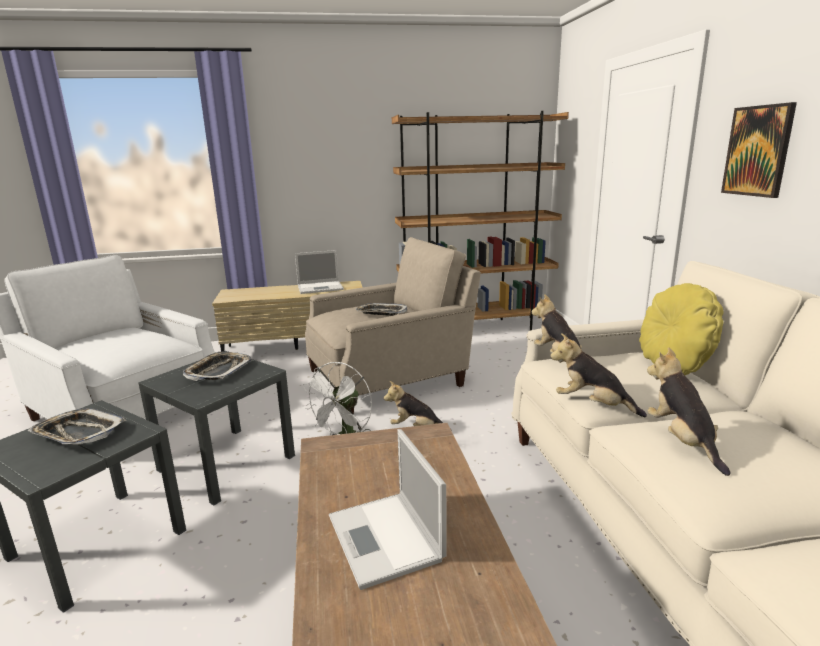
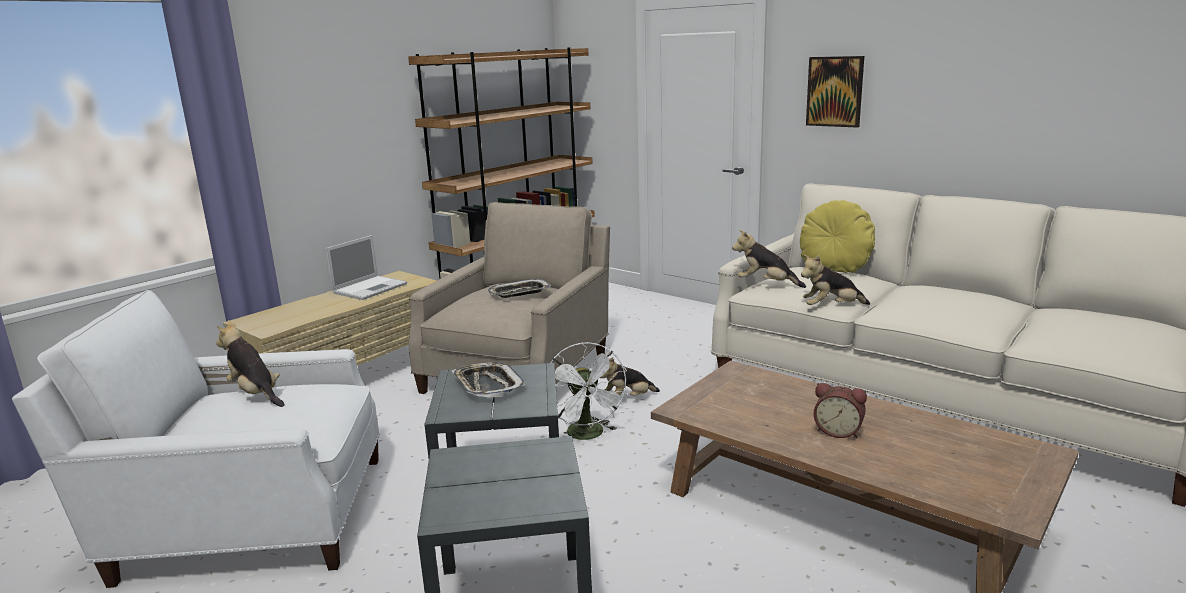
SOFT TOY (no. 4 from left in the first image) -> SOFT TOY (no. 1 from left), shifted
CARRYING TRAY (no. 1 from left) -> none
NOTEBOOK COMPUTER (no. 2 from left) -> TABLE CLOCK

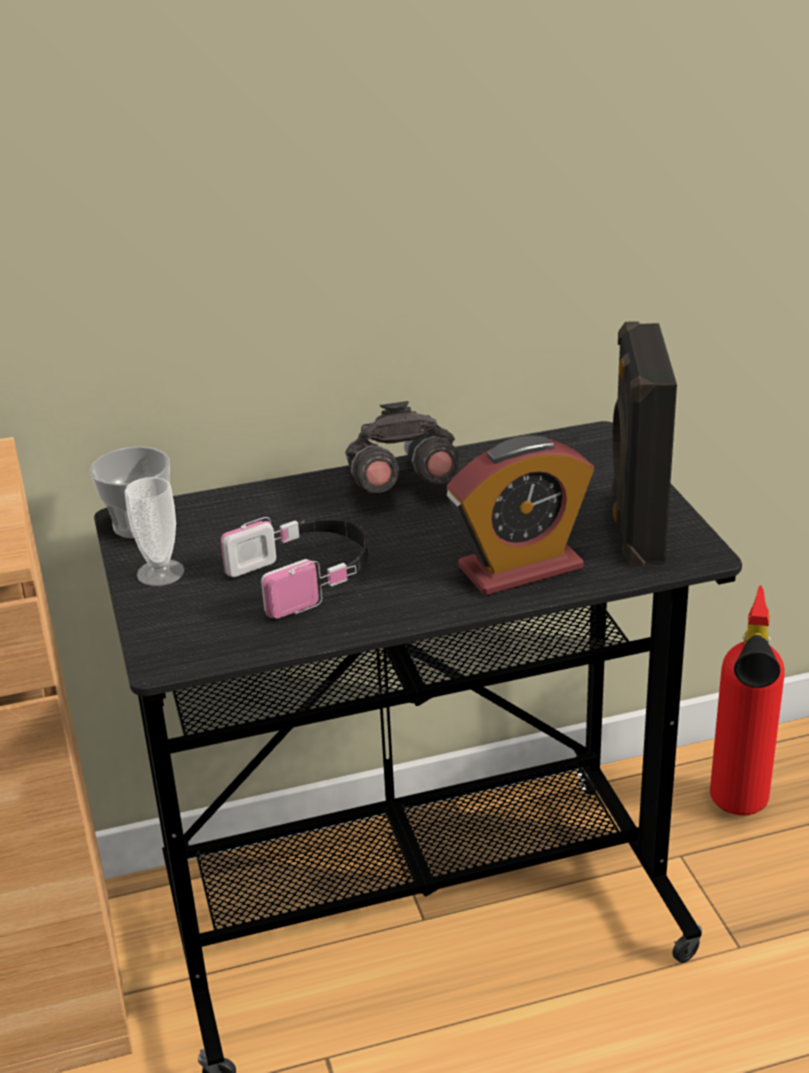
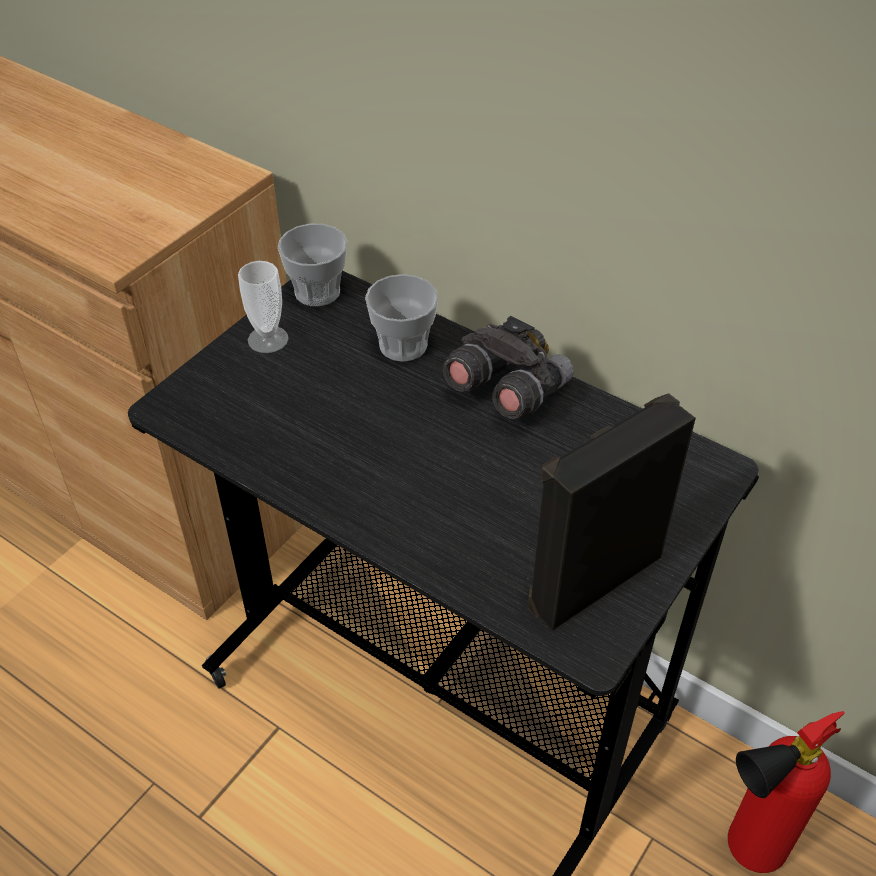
TABLE CLOCK -> none
HEADPHONES -> none
none -> SMALL CUP (no. 3 from left)

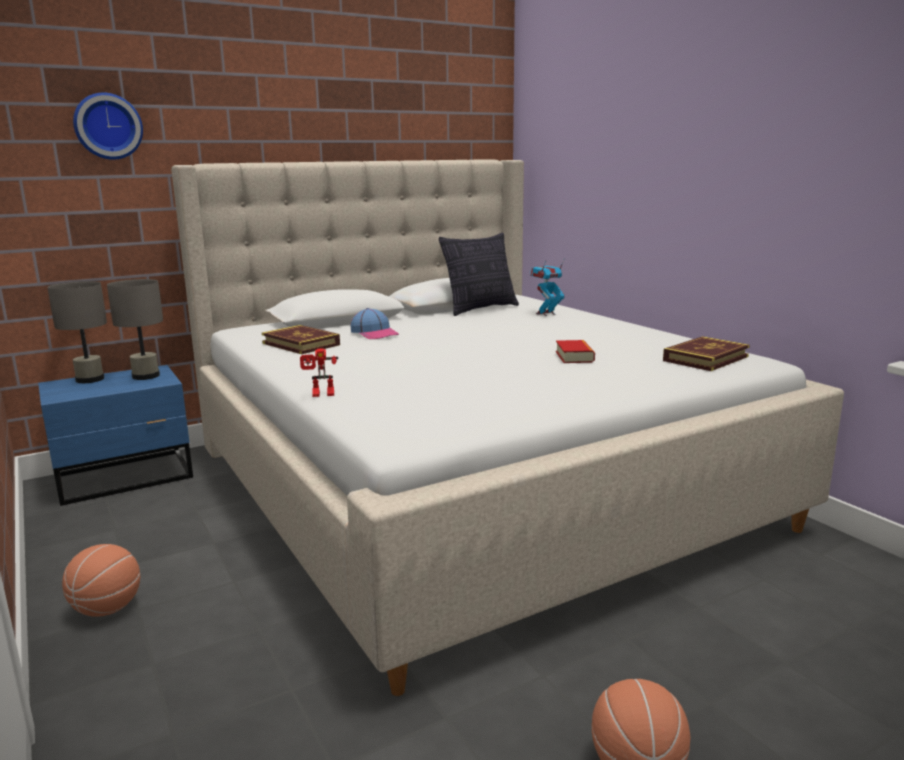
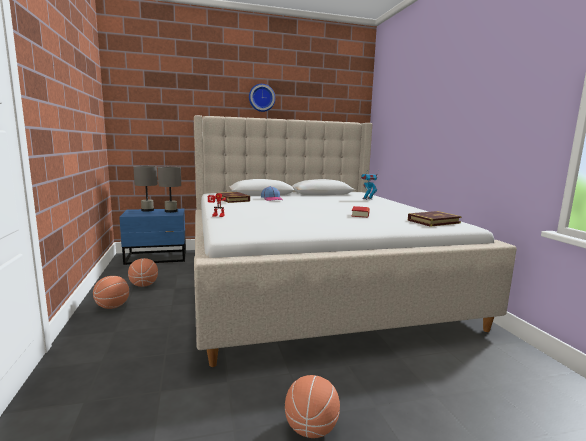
WALL CLOCK, shifted
THROW PILLOW -> none
none -> BALL FOR BASKETBALL (no. 2 from left)

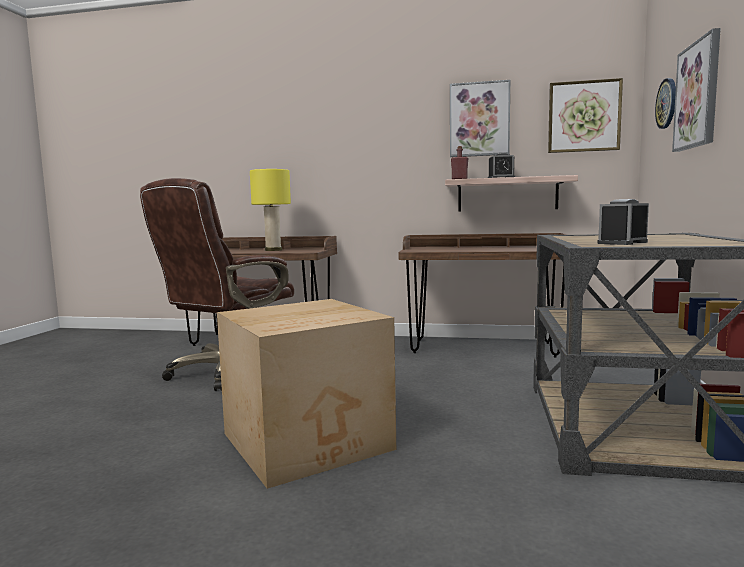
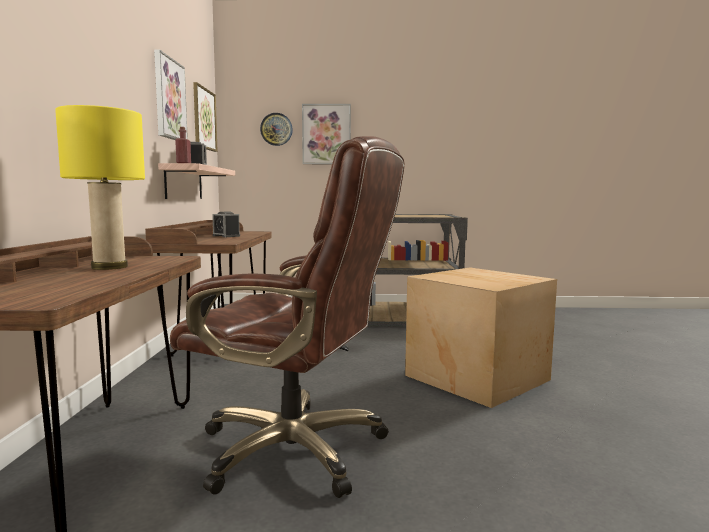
TABLE CLOCK (no. 2 from left), shifted

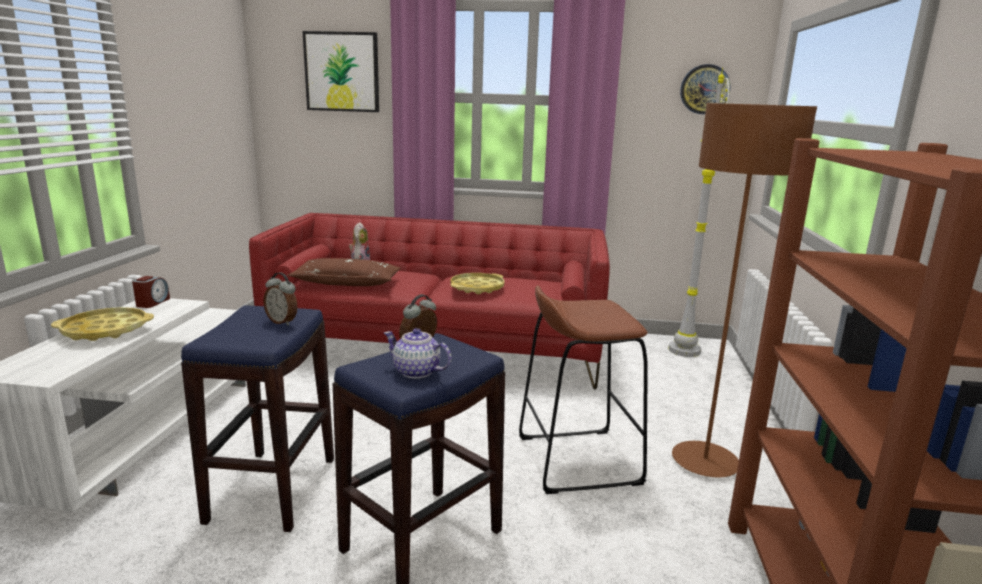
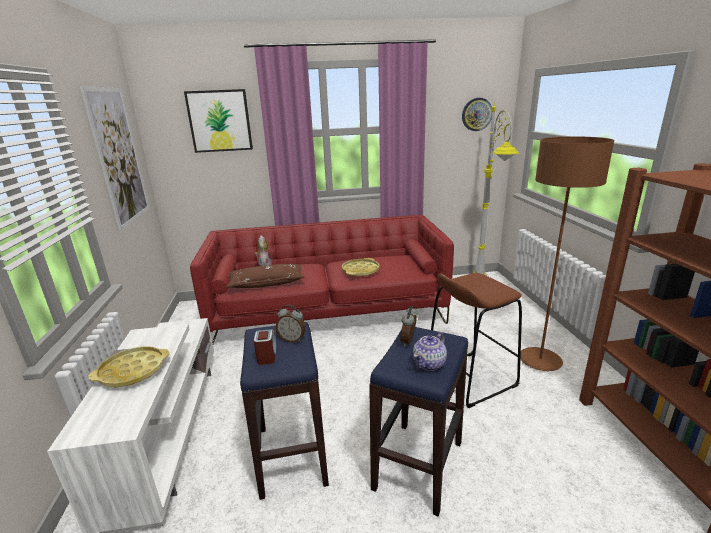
TABLE CLOCK (no. 1 from left), shifted
TEA POT, 60 degrees counterclockwise
none -> WALL PICTURE (no. 1 from left)

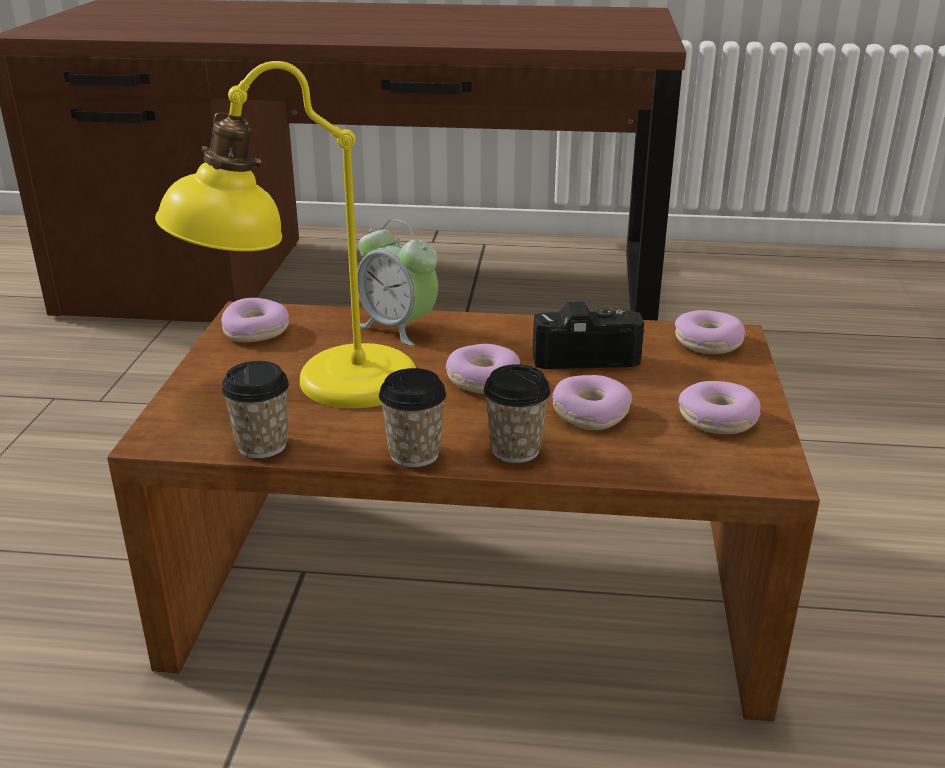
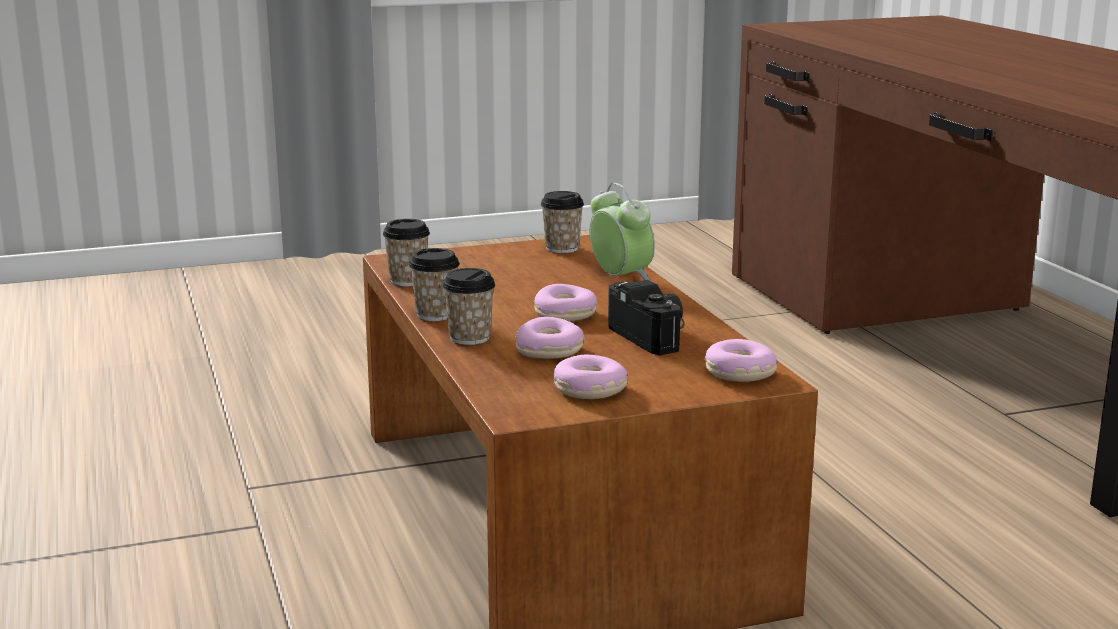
YELLOWISH TABLE LAMP -> none
TABLE CLOCK, 135 degrees clockwise
RING DOUGHNUT (no. 1 from left) -> SMALL CUP (no. 4 from left)

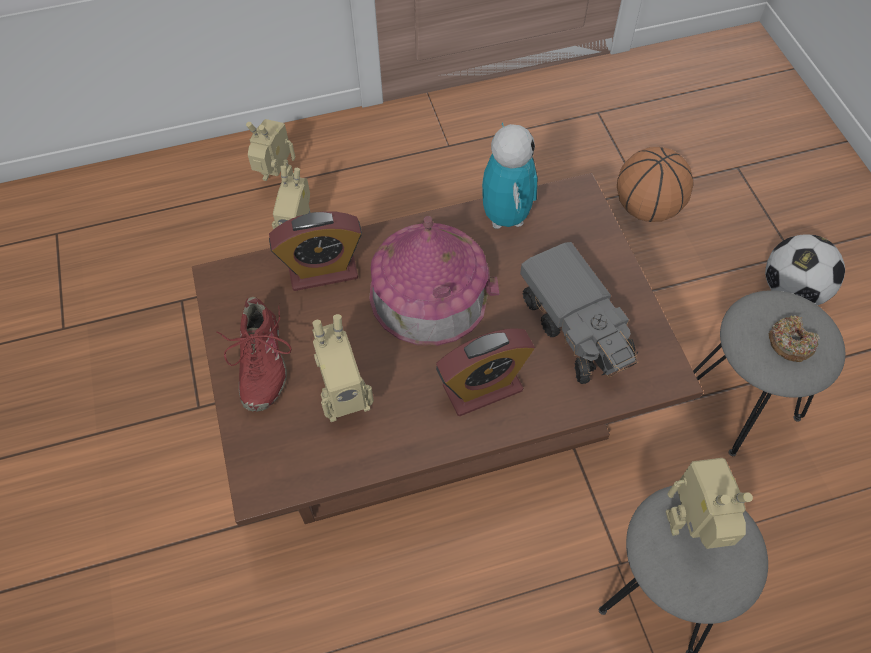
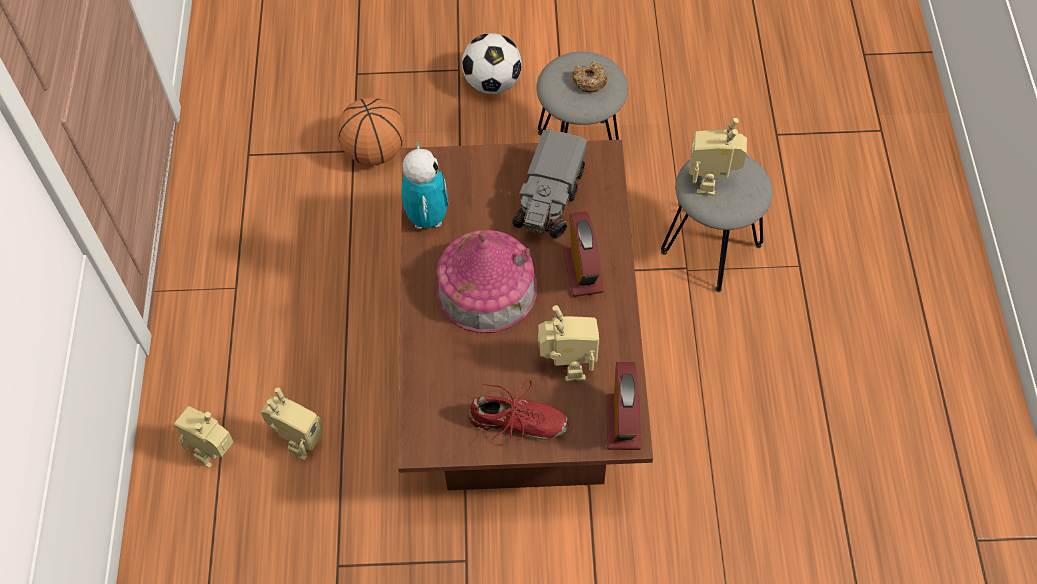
MODEL ROBOT (no. 4 from left in the first image) -> MODEL ROBOT (no. 3 from left), 75 degrees clockwise
TABLE CLOCK (no. 1 from left in the first image) -> TABLE CLOCK (no. 2 from left), shifted
MODEL TRUCK, 120 degrees clockwise

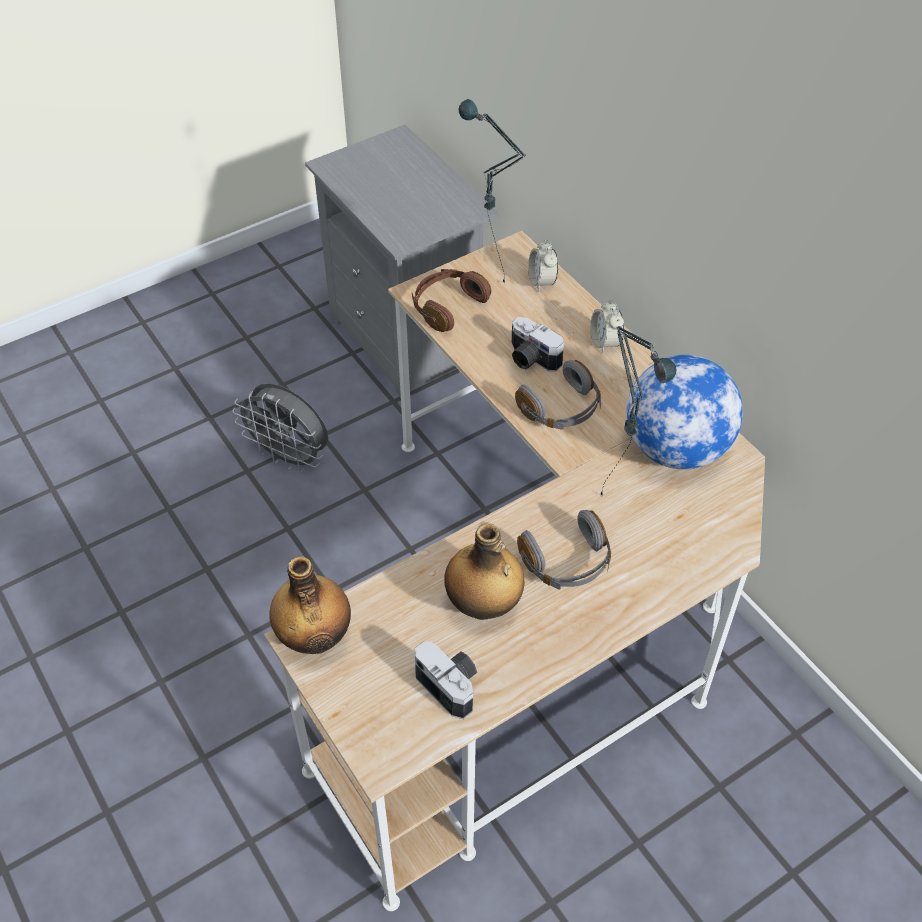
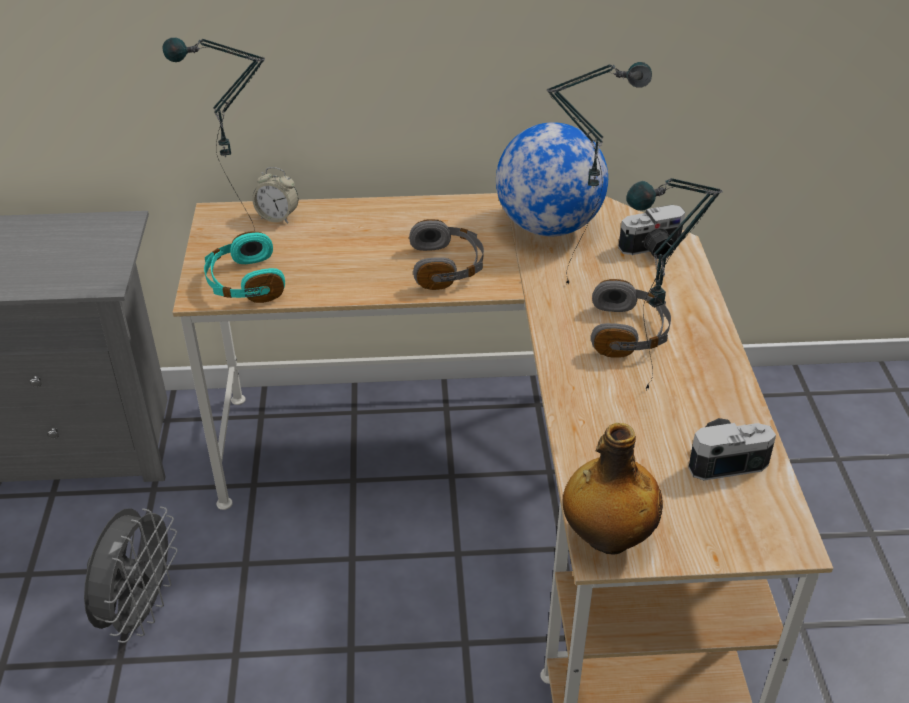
BROWNISH HEADPHONES -> TURQUOISE HEADPHONES
TABLE CLOCK (no. 2 from left) -> none
STILL CAMERA (no. 2 from left in the first image) -> STILL CAMERA (no. 1 from left), shifted
GREY ELECTRIC FAN, 45 degrees counterclockwise
BOTTLE (no. 2 from left) -> TABLE LAMP (no. 3 from left)

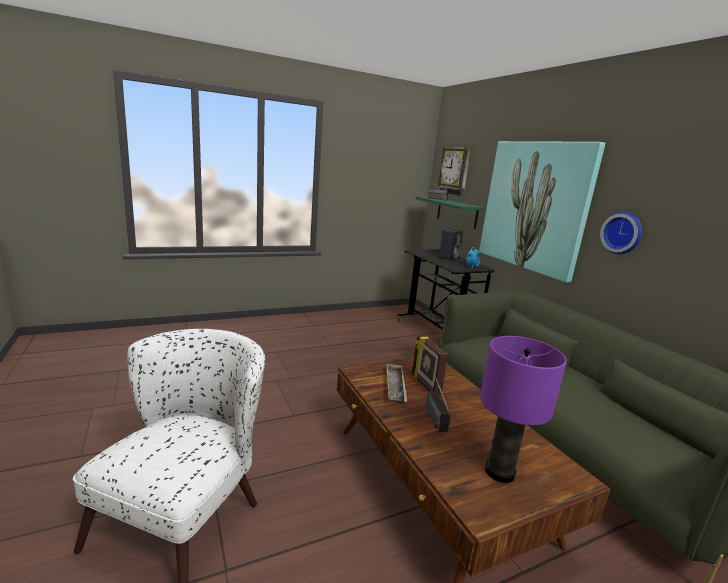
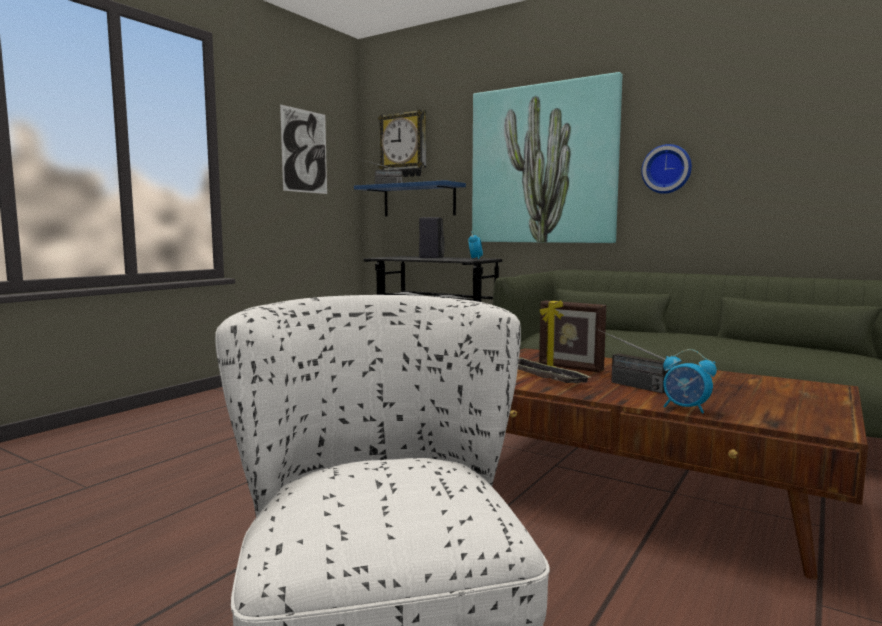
GREEN BRACKET SHELF -> BLUE BRACKET SHELF
PURPLISH TABLE LAMP -> none
none -> WALL PICTURE (no. 1 from left)
none -> TABLE CLOCK (no. 2 from left)

